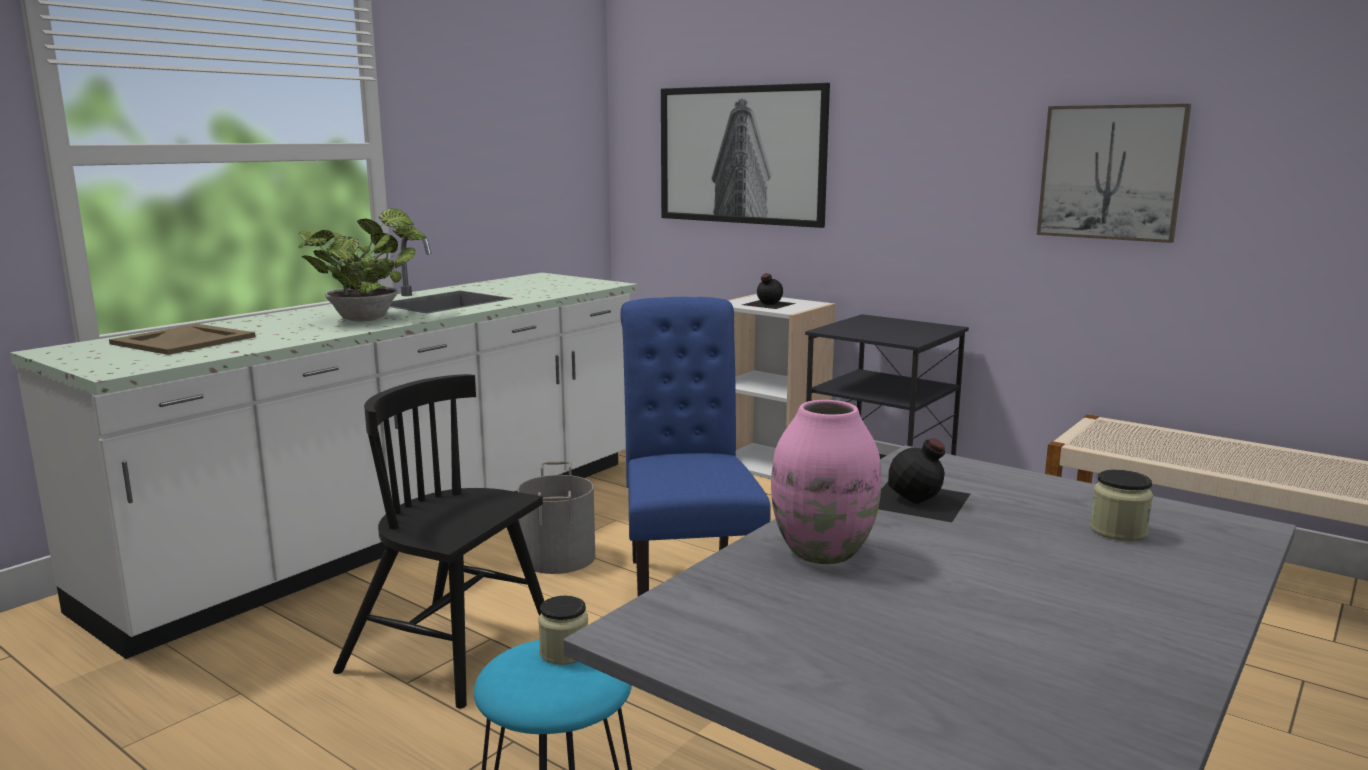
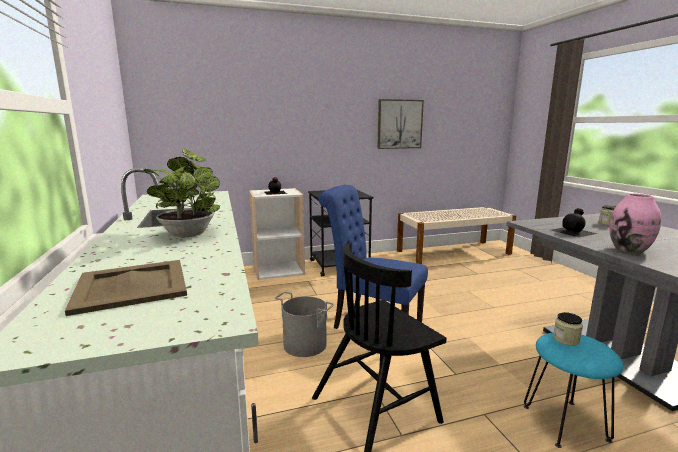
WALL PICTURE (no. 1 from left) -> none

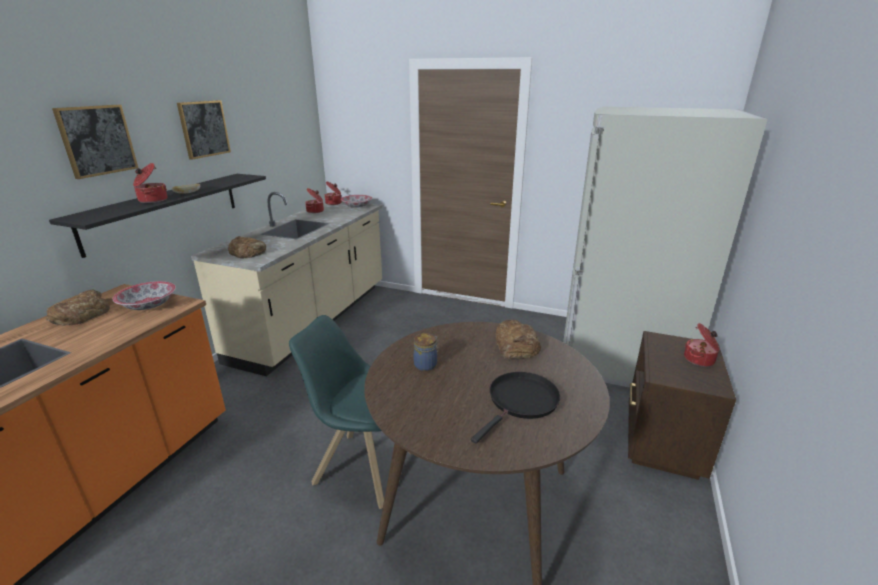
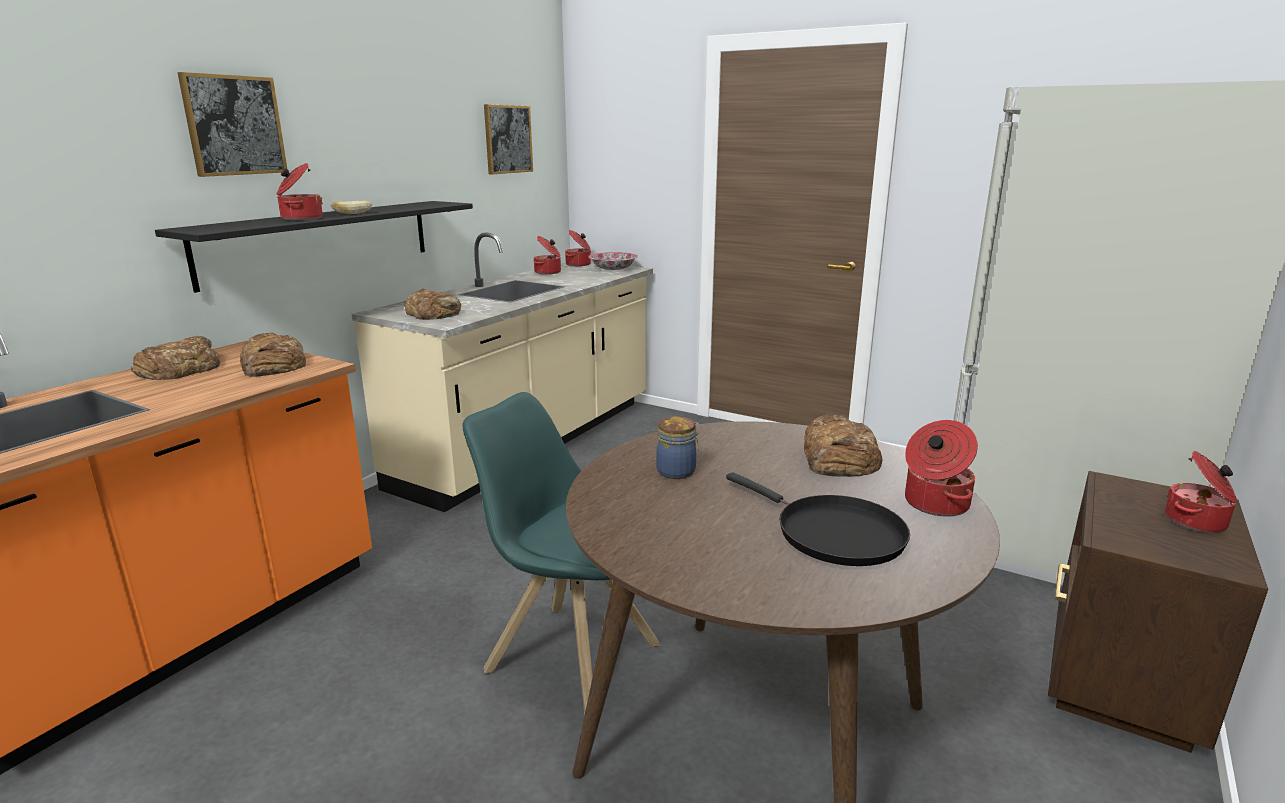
WALL PICTURE (no. 2 from left), shifted
BOWL (no. 1 from left) -> BAKERY BREAD (no. 2 from left)
BLACK SKILLET, 90 degrees clockwise
none -> COOKING POT (no. 4 from left)

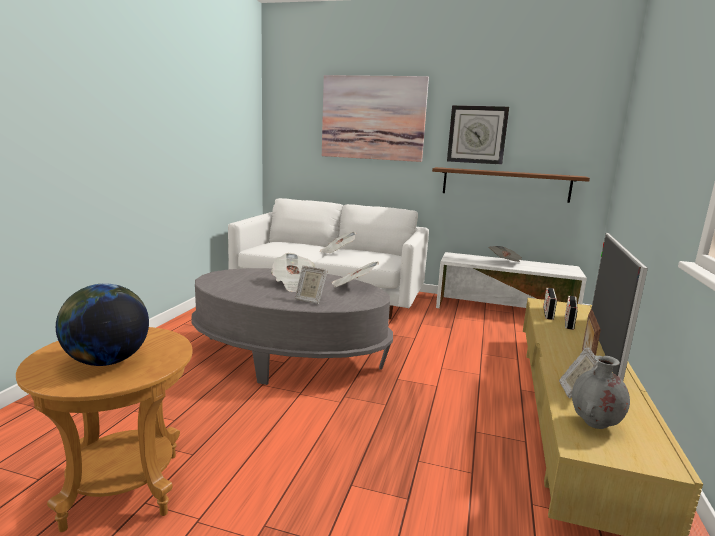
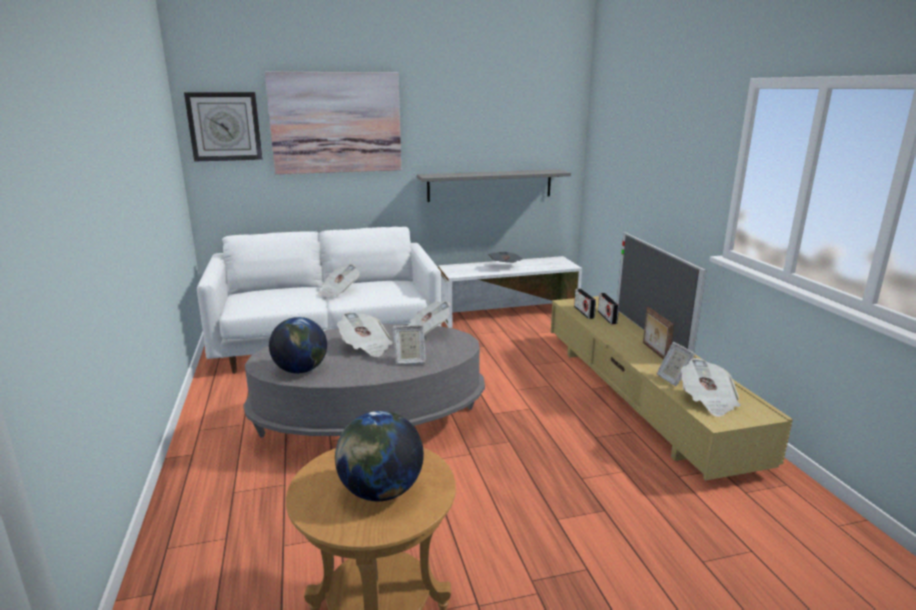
WALL CLOCK, shifted
BROWNISH BRACKET SHELF -> GREY BRACKET SHELF
GREY DECORATIVE VASE -> NEWSPAPER (no. 5 from left)
none -> GLOBE (no. 1 from left)

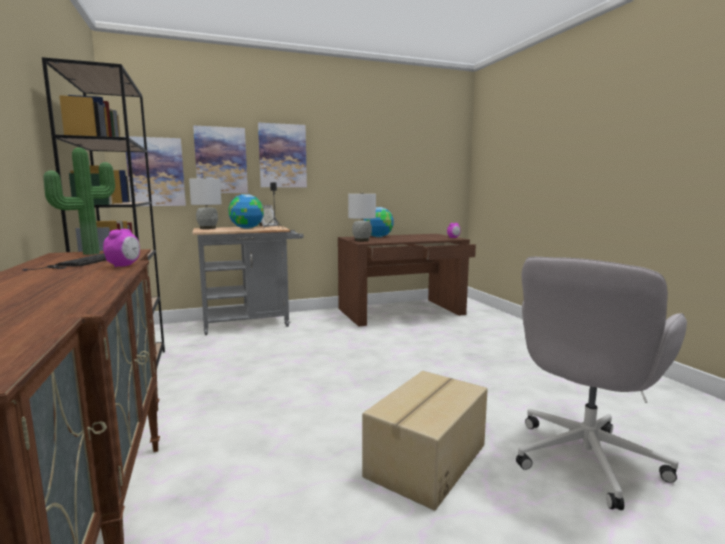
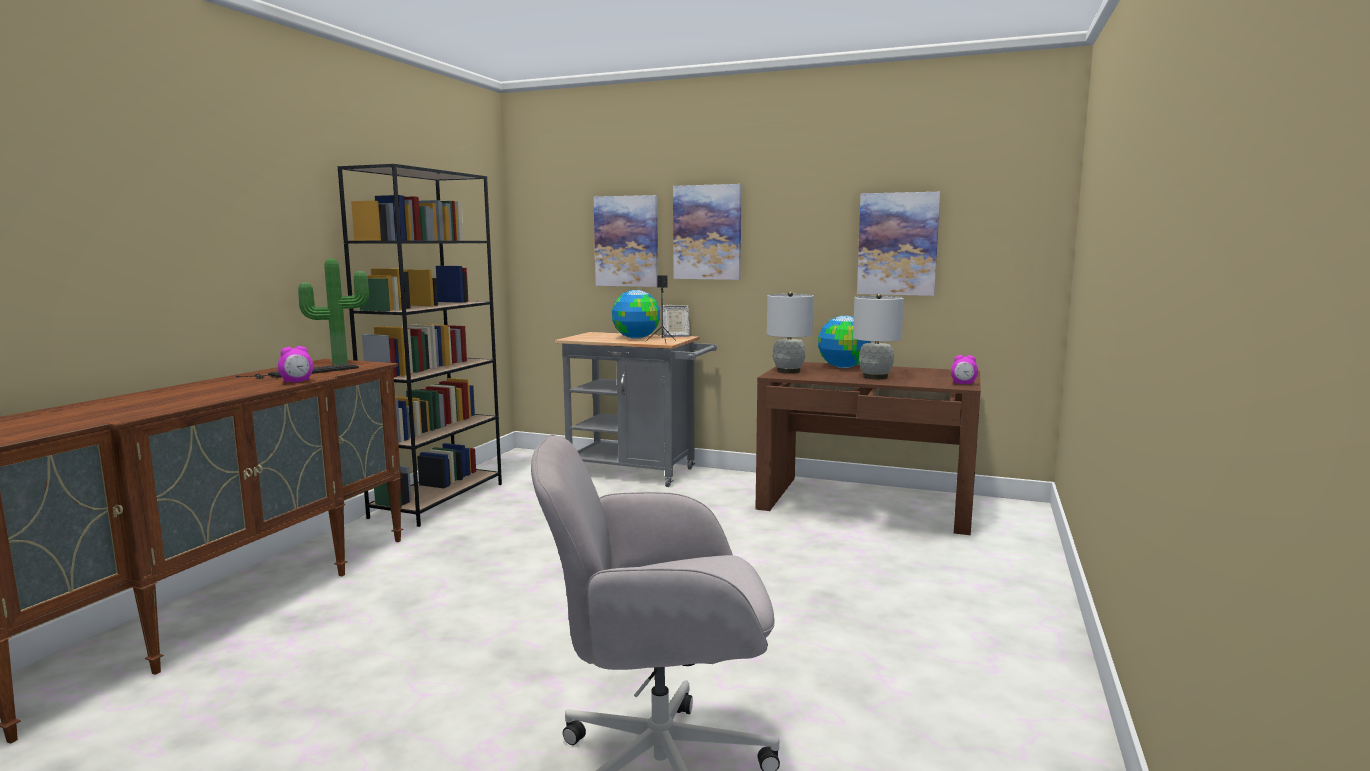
WALL PICTURE (no. 1 from left in the first image) -> WALL PICTURE (no. 3 from left), shifted
WHITE-COLOURED TABLE LAMP (no. 1 from left in the first image) -> WHITE-COLOURED TABLE LAMP (no. 2 from left), shifted
CARDBOARD BOX -> none

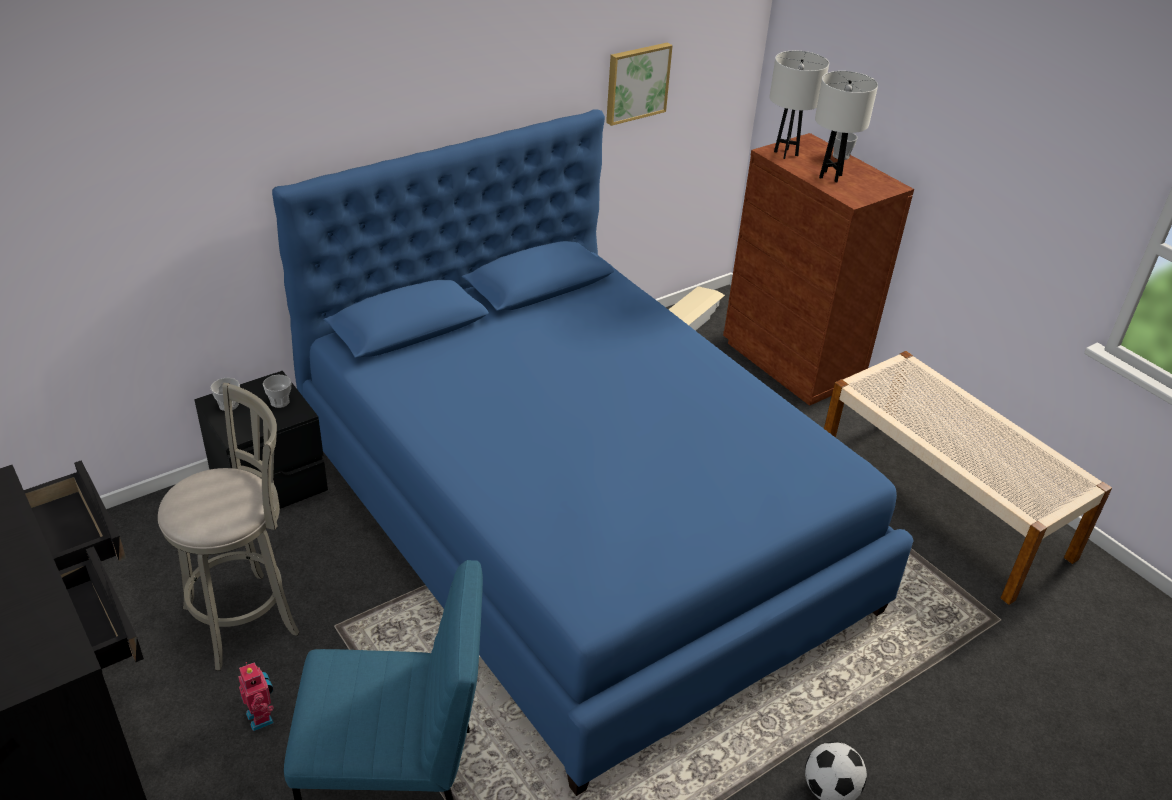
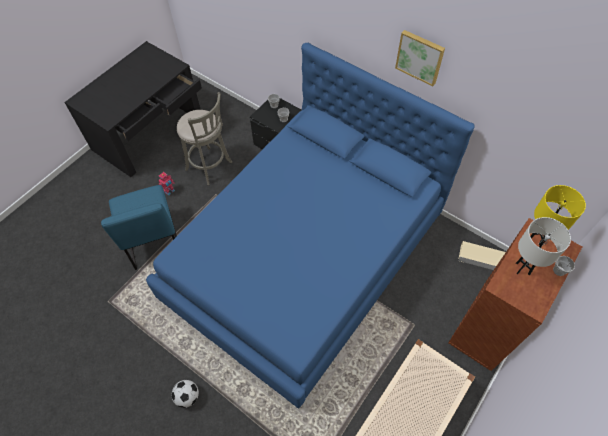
WALL PICTURE, shifted
WHITE-COLOURED TABLE LAMP (no. 1 from left) -> YELLOWISH TABLE LAMP

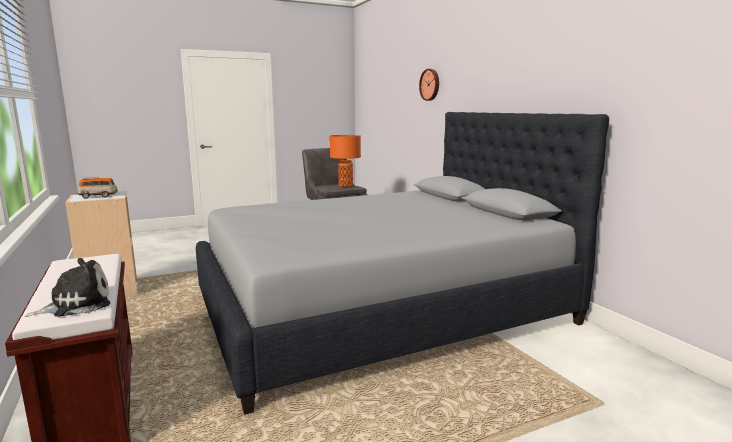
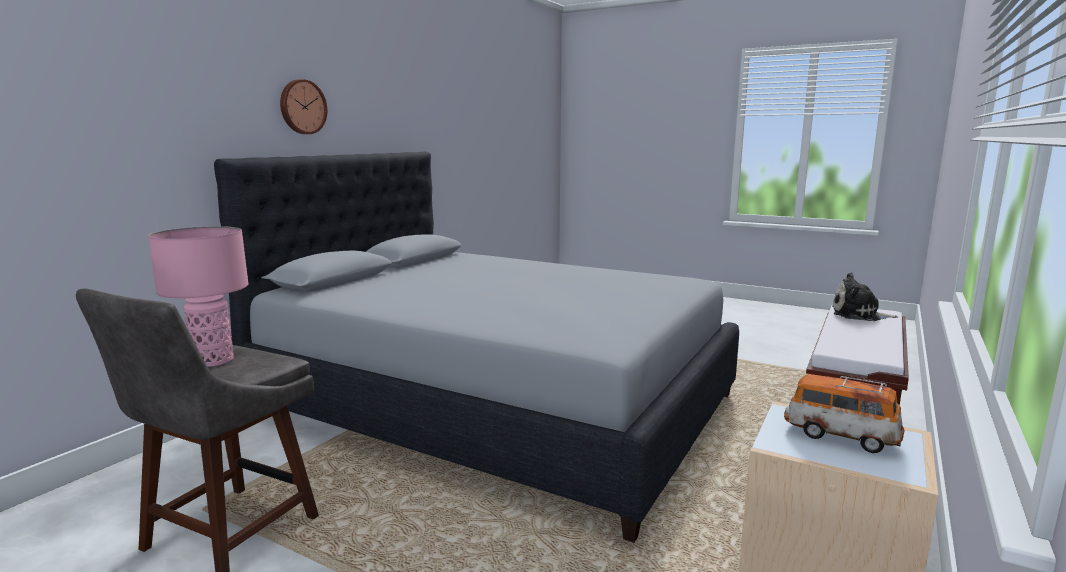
WALL CLOCK, shifted
ORANGE-COLOURED TABLE LAMP -> PINK TABLE LAMP

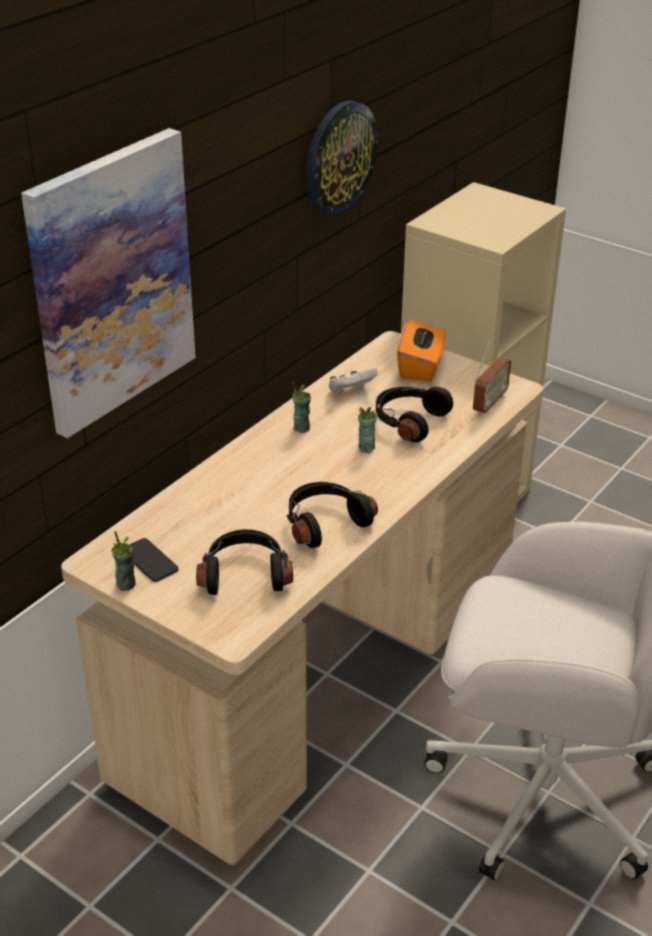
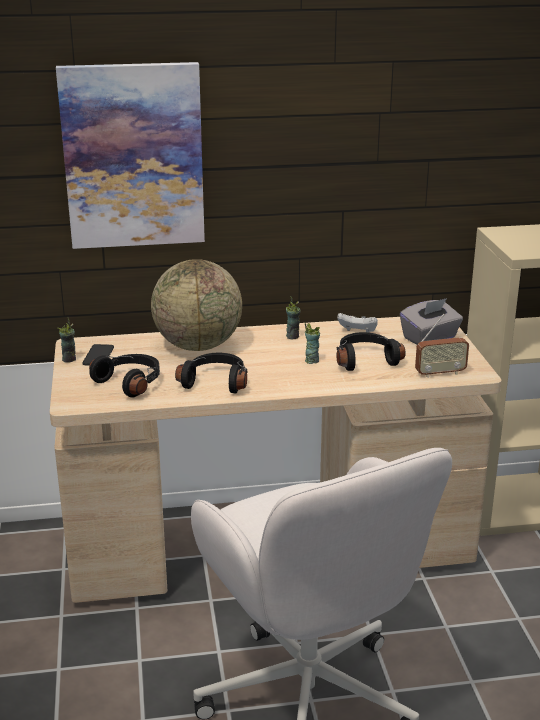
WALL CLOCK -> none
ORANGE-COLOURED TISSUE BOX -> GREY TISSUE BOX
none -> GLOBE

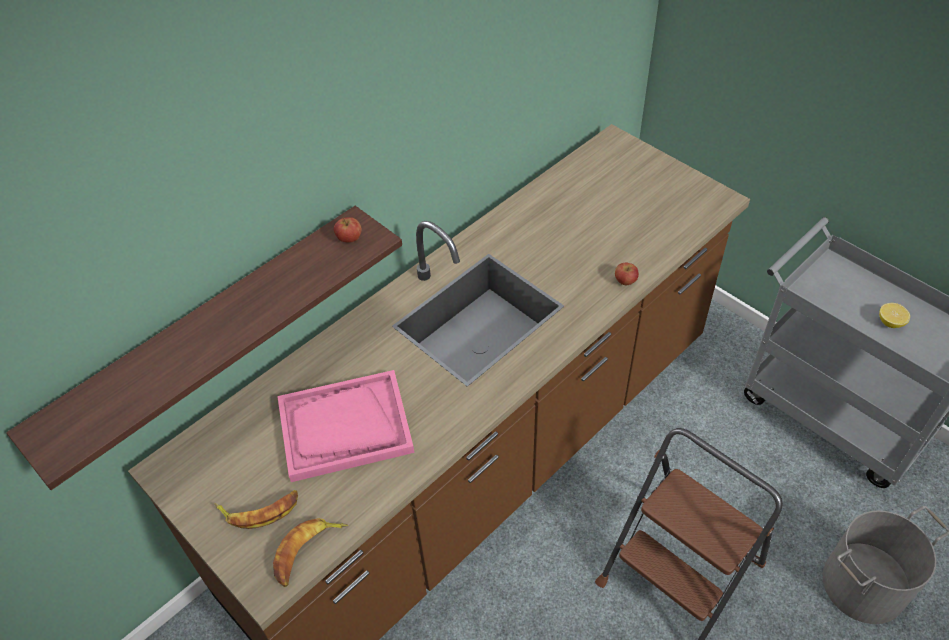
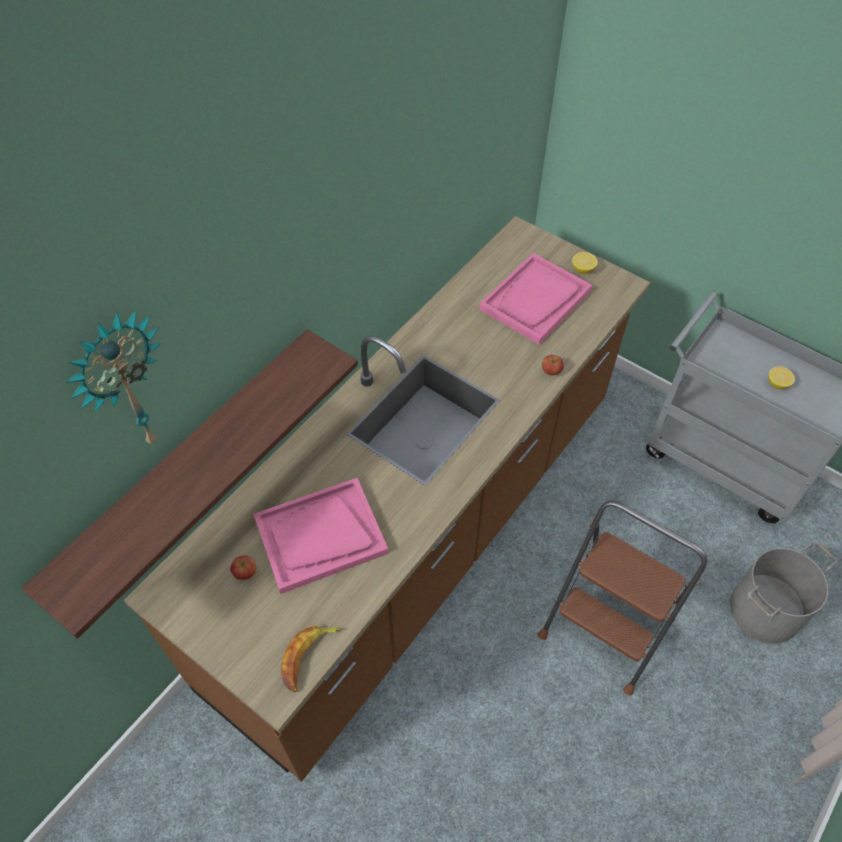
WHOLE APPLE (no. 1 from left), shifted
WHOLE BANANA (no. 1 from left) -> none
none -> WHOLE LEMON (no. 1 from left)
none -> PINK CARRYING TRAY (no. 2 from left)
none -> WALL CLOCK

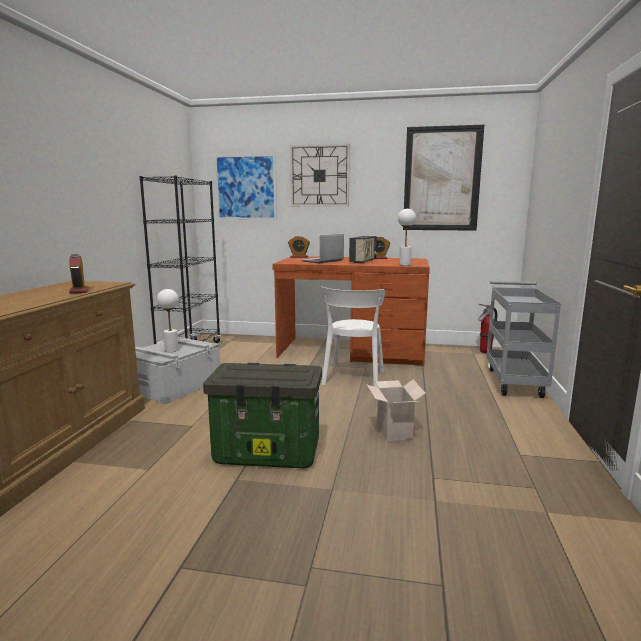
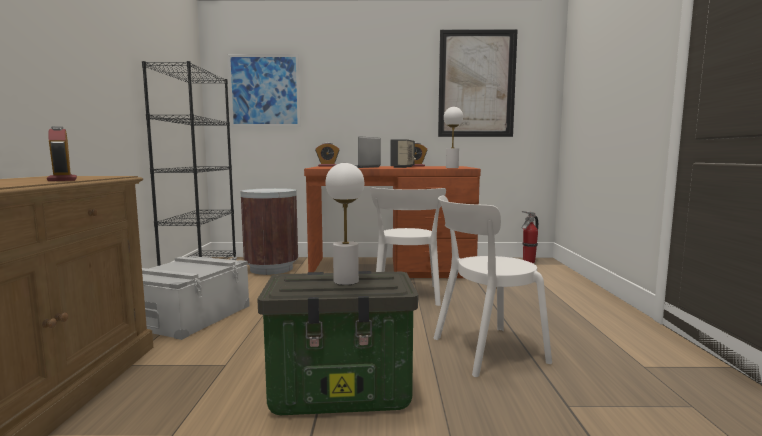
WALL CLOCK -> none
GREY WHEELED CART -> none
WHITE-COLOURED TABLE LAMP (no. 1 from left), shifted
CARDBOARD BOX -> WHITE-COLOURED UPRIGHT CHAIR (no. 2 from left)
none -> BROWNISH WASTE BIN

